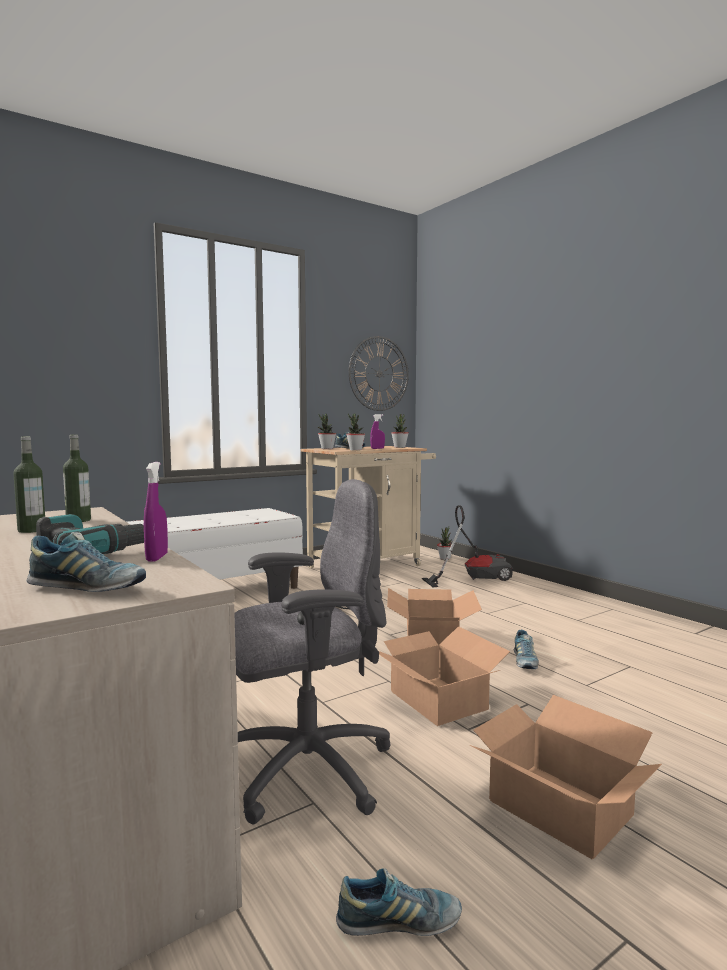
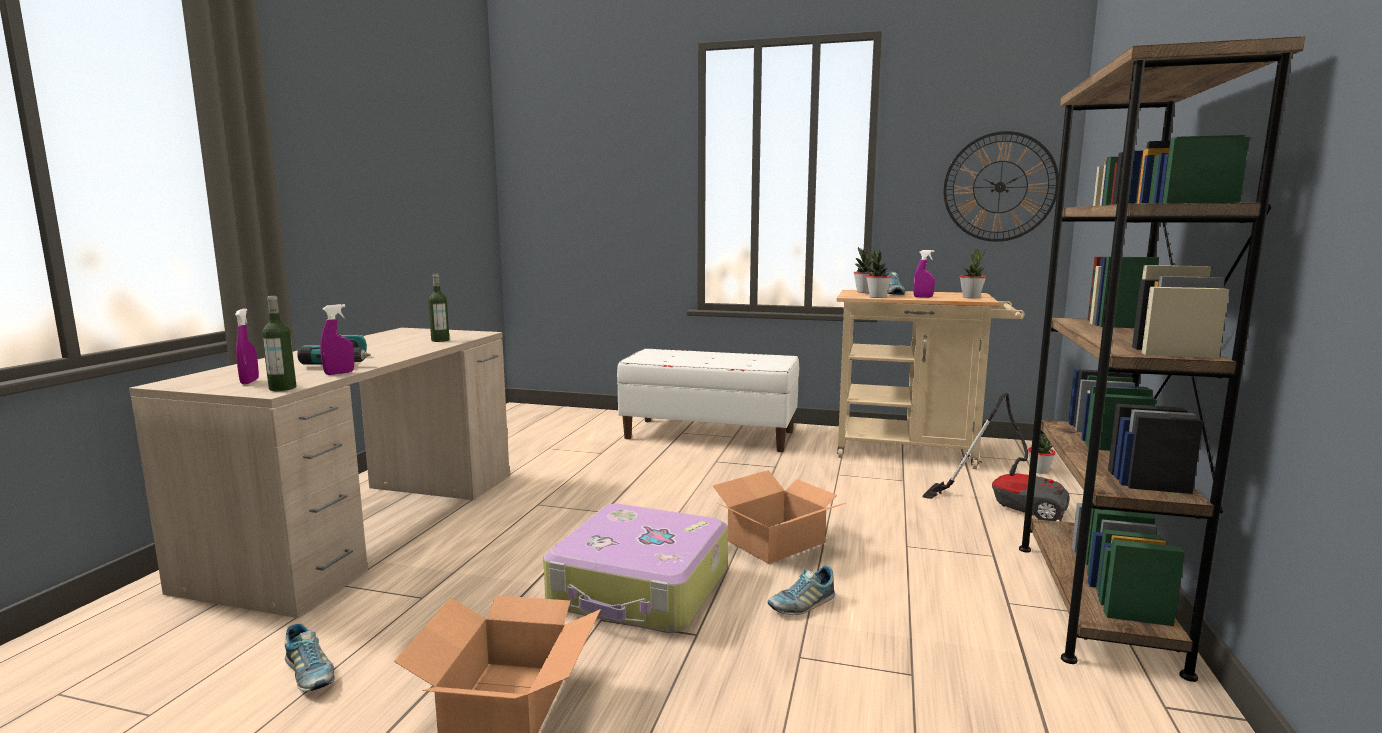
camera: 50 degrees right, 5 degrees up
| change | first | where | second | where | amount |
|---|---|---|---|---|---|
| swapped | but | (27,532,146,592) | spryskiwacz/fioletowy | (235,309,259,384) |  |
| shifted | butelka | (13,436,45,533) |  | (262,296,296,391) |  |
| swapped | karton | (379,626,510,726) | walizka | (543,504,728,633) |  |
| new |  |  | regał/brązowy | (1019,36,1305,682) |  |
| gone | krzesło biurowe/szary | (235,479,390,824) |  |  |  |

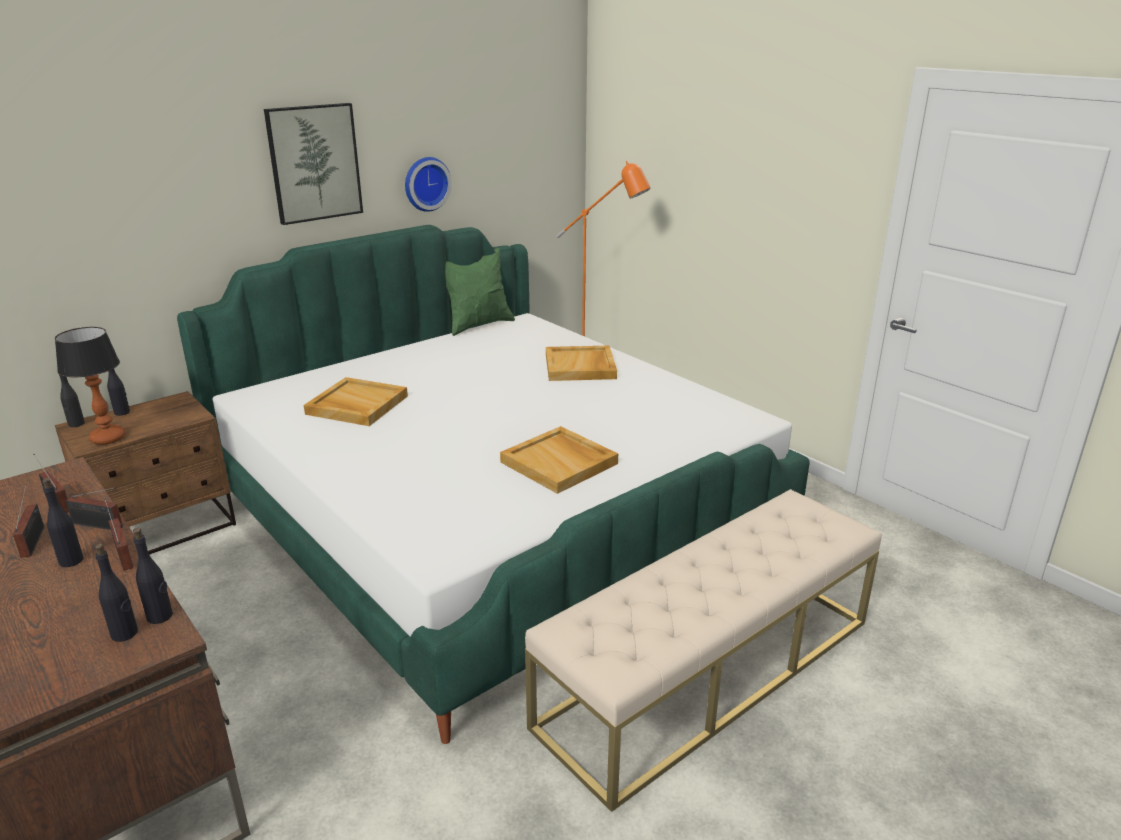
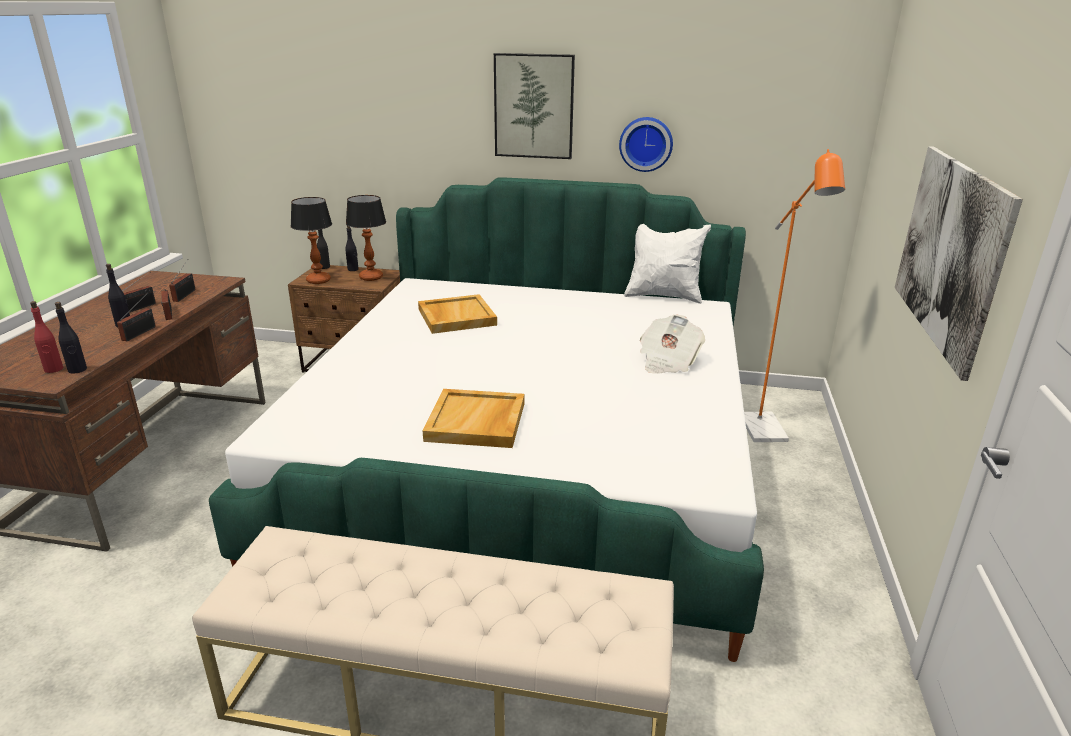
camera: 50 degrees right, 0 degrees up
| change | first | where | second | where | amount |
|---|---|---|---|---|---|
| repainted | butelka/czarny | (95,543,138,642) | butelka/czerwony | (30,301,63,373) |  |
| new |  |  | lampa stołowa | (346,195,386,281) |  |
| repainted | poduszka/zielony | (445,248,515,336) | poduszka/biały | (624,224,711,304) |  |
| swapped | taca/beżowy | (546,346,617,381) | gazeta | (639,315,705,374) |  |
| new |  |  | obraz | (895,146,1023,381) |  |

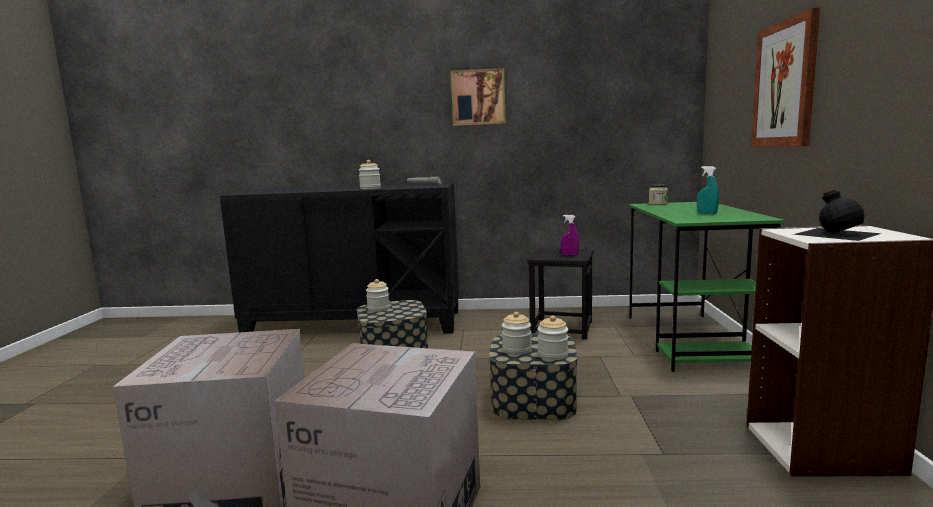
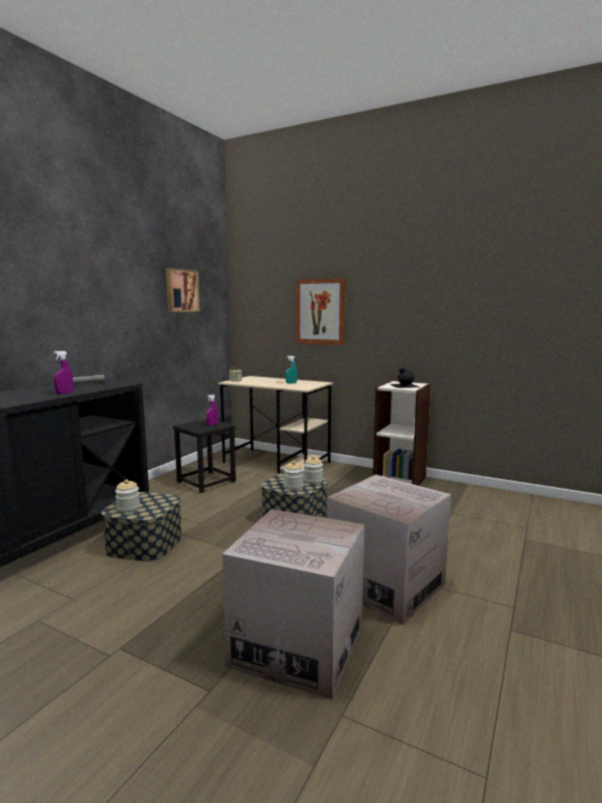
camera: 65 degrees left, 0 degrees up
| change | first | where | second | where | amount |
|---|---|---|---|---|---|
| swapped | słoik | (359,160,381,189) | spryskiwacz/fioletowy | (54,351,74,394) |  |
| shifted | obraz | (451,68,506,126) |  | (166,268,200,312) |  |
| repainted | biurko/zielony | (629,202,785,372) | biurko/beżowy | (218,376,333,474) |  |

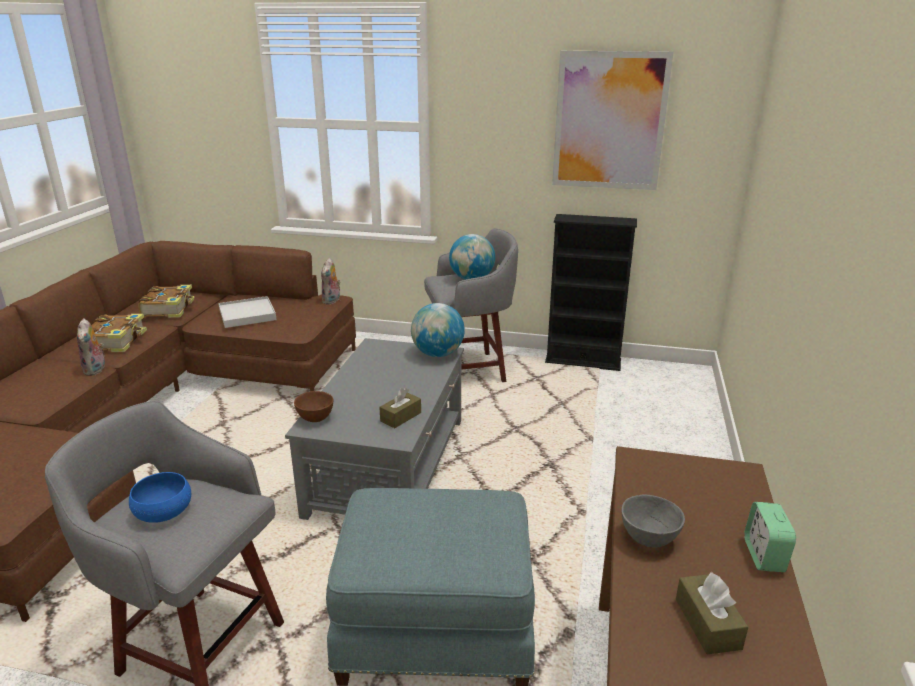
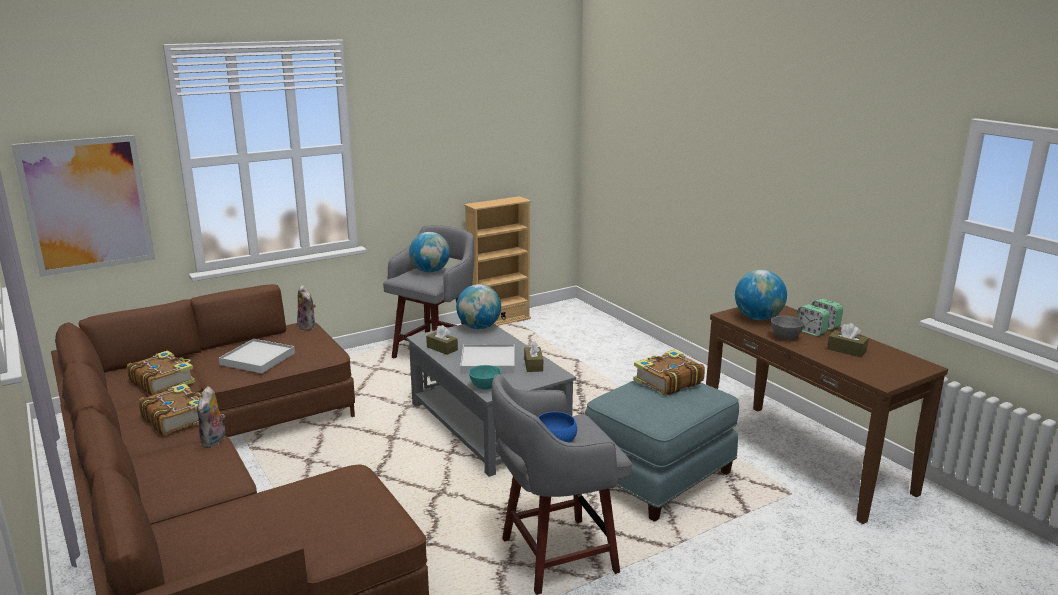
camera: 45 degrees left, 5 degrees down
| change | first | where | second | where | amount |
|---|---|---|---|---|---|
| shifted | obraz | (552,51,674,190) |  | (11,135,155,277) |  |
| rotated | pluszak | (77,318,105,376) |  | (197,386,225,448) | 60 degrees clockwise |
| new |  |  | pudełko chusteczek/brązowy | (426,325,458,355) |  |
| new |  |  | taca/biały | (460,344,515,374) |  |
| repainted | regał/czarny | (545,214,637,371) | regał/beżowy | (464,196,531,326) |  |
| repainted | miska/brązowy | (294,391,333,422) | miska/turkusowy | (469,365,501,389) |  |
| new |  |  | książka | (633,350,705,395) |  |
| new |  |  | globus | (735,270,787,320) |  |
| new |  |  | budzik | (797,304,830,336) |  |

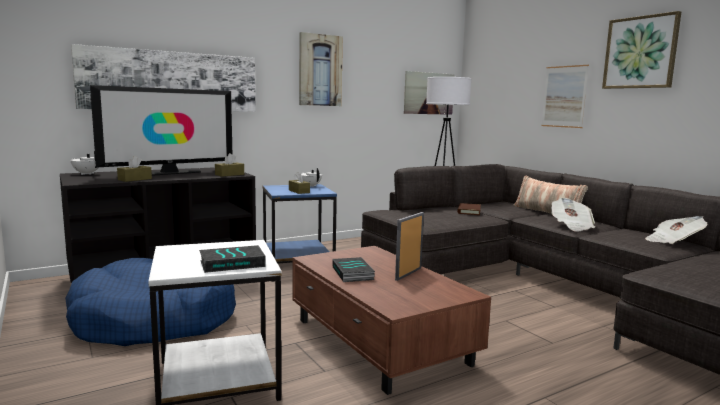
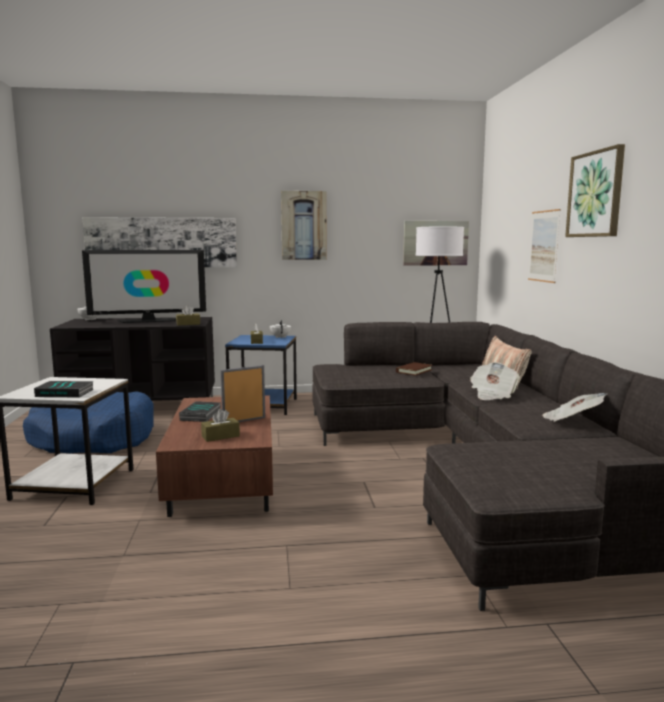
camera: 25 degrees right, 0 degrees up
| change | first | where | second | where | amount |
|---|---|---|---|---|---|
| shifted | pudełko chusteczek/brązowy | (117,156,152,182) |  | (201,409,240,442) |  |

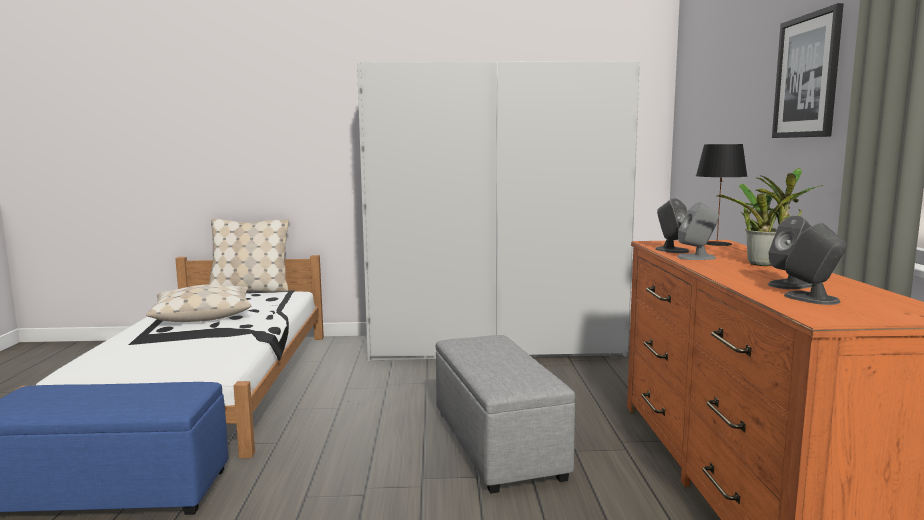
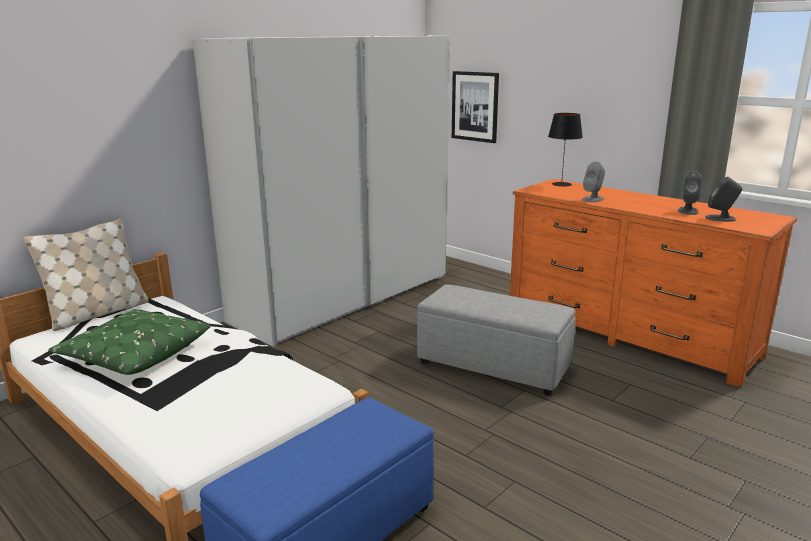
camera: 45 degrees left, 10 degrees up
| change | first | where | second | where | amount |
|---|---|---|---|---|---|
| repainted | poduszka/beżowy | (146,285,251,322) | poduszka/zielony | (49,309,210,375) |  |
| shifted | obraz | (772,3,843,138) |  | (452,71,499,143) |  |
| gone | głośnik/szary | (655,198,689,253) |  |  |  |
| gone | roślina doniczkowa | (716,168,823,266) |  |  |  |

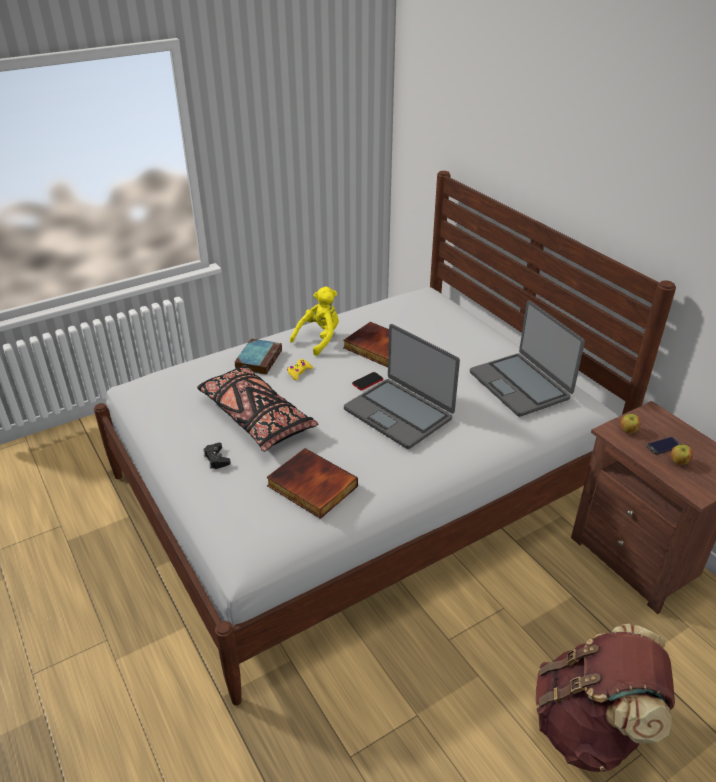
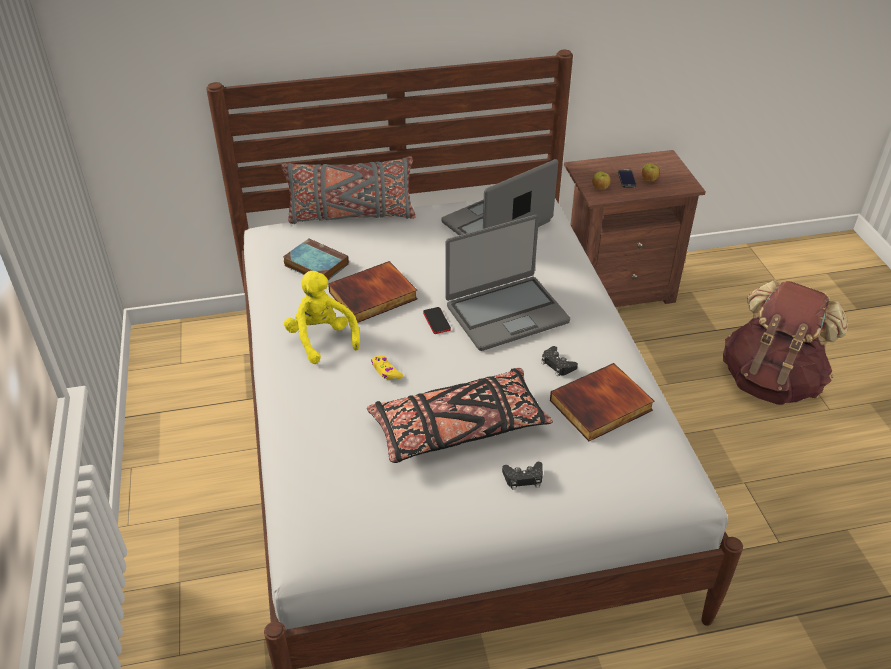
camera: 70 degrees left, 5 degrees up
| change | first | where | second | where | amount |
|---|---|---|---|---|---|
| new |  |  | poduszka/szary | (281,156,415,224) |  |
| shifted | książka | (235,339,282,375) |  | (283,238,349,280) |  |
| rotated | laptop | (470,300,585,417) |  | (441,159,558,235) | 150 degrees clockwise |
| new |  |  | pad do gier/czarny | (541,346,578,376) |  |

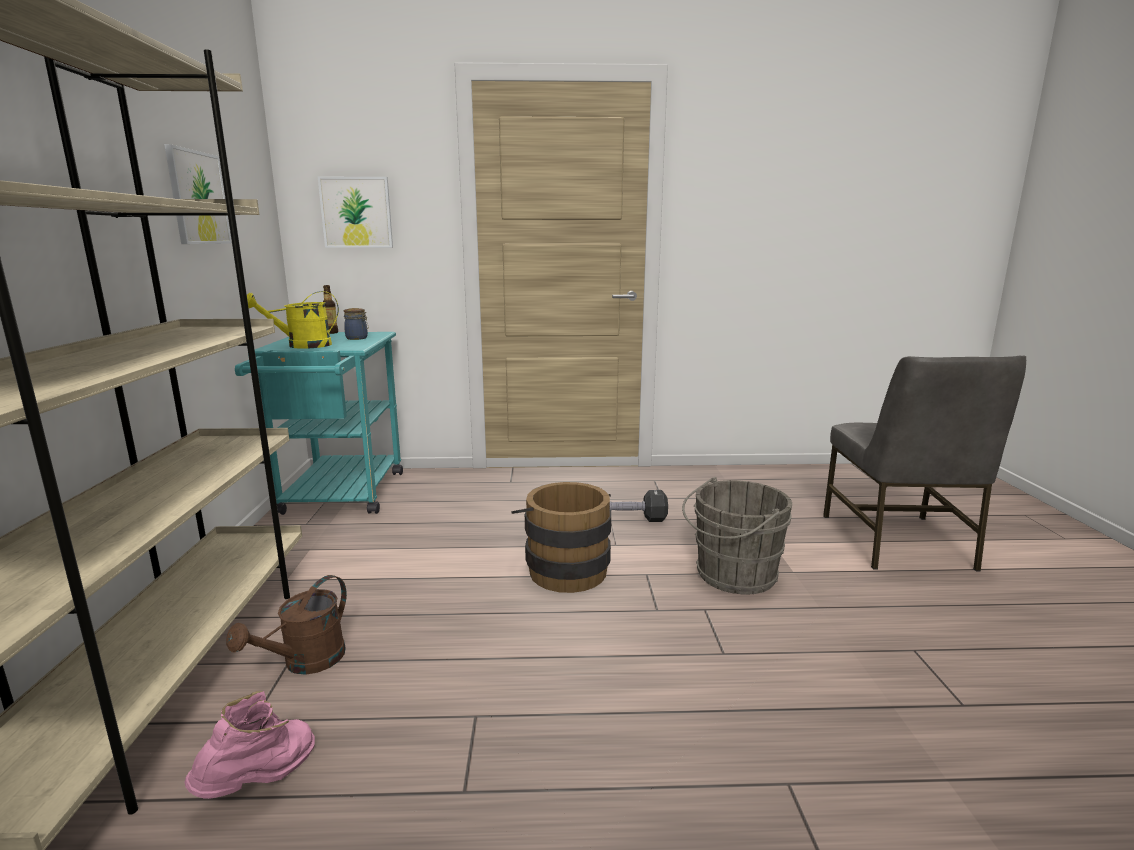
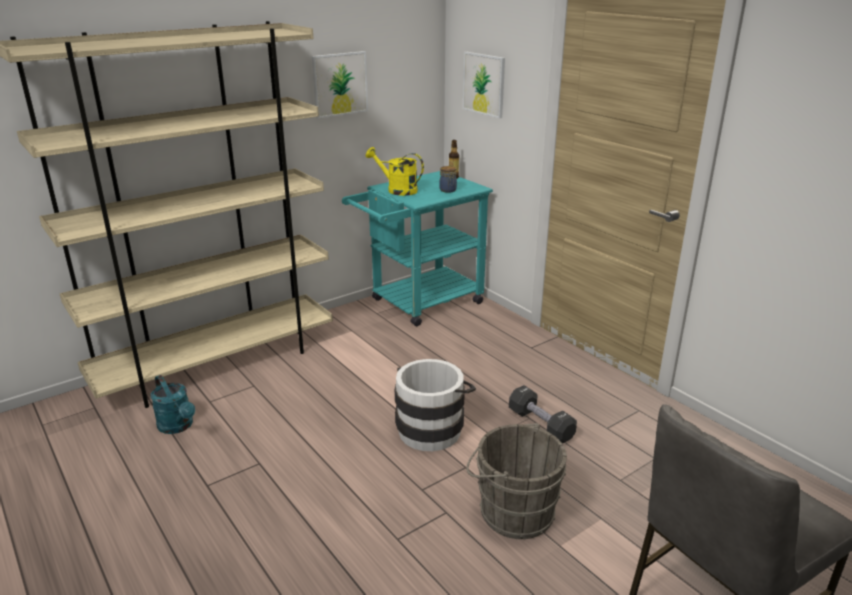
camera: 55 degrees right, 10 degrees up
| change | first | where | second | where | amount |
|---|---|---|---|---|---|
| swapped | but z cholewką/różowy | (185,691,315,799) | konewka/turkusowy | (151,375,195,434) |  |
| repainted | wiadro/brązowy | (511,482,611,593) | wiadro/biały | (395,359,476,451) |  |
| gone | konewka/brązowy | (226,575,347,675) |  |  |  |

